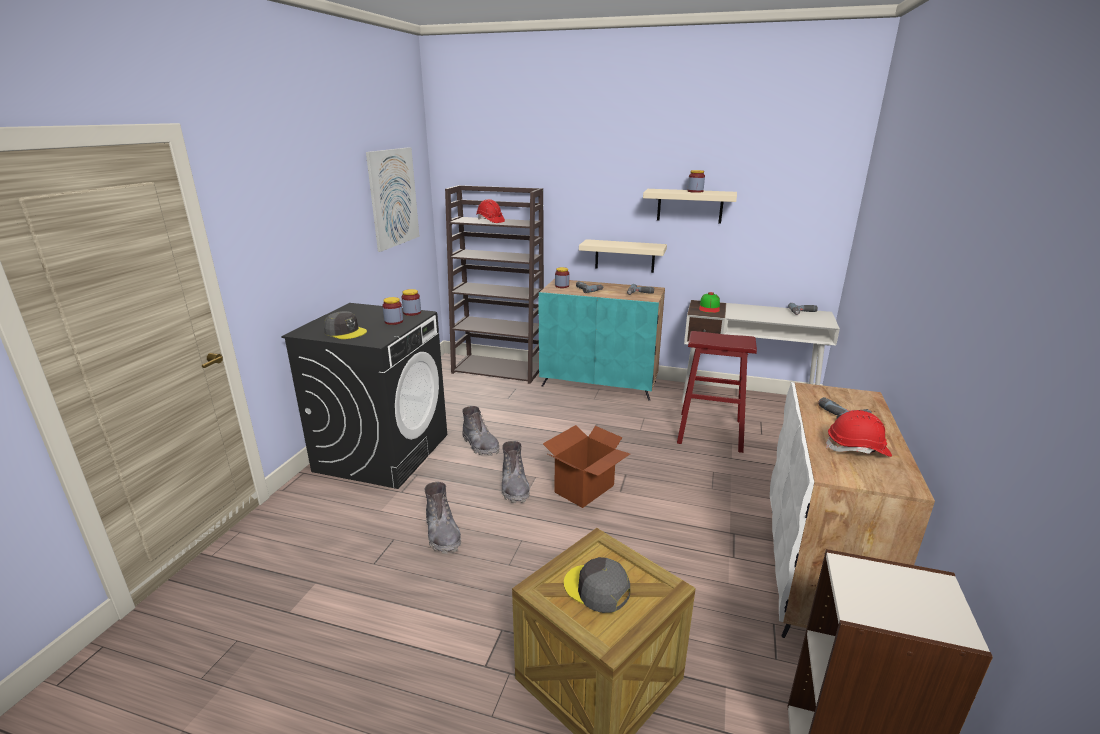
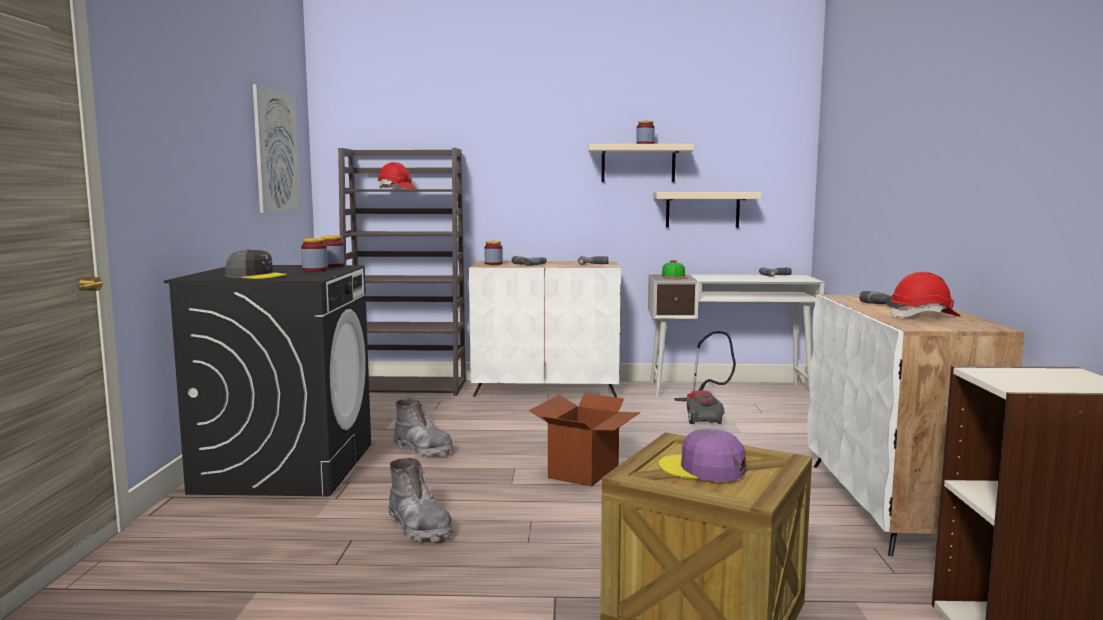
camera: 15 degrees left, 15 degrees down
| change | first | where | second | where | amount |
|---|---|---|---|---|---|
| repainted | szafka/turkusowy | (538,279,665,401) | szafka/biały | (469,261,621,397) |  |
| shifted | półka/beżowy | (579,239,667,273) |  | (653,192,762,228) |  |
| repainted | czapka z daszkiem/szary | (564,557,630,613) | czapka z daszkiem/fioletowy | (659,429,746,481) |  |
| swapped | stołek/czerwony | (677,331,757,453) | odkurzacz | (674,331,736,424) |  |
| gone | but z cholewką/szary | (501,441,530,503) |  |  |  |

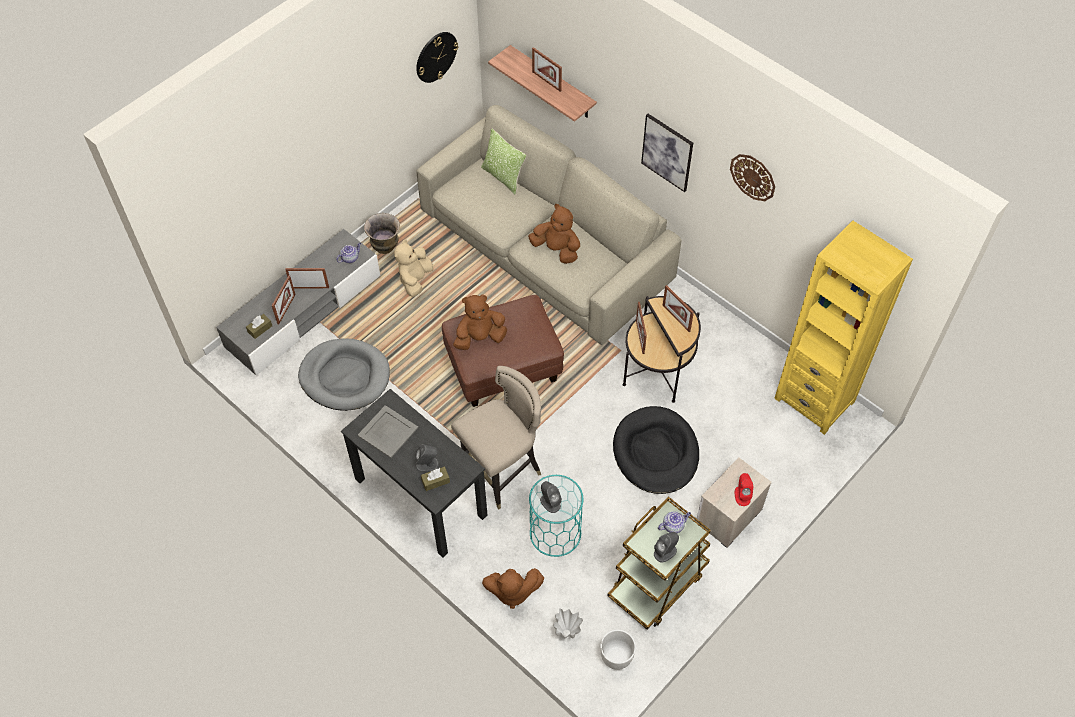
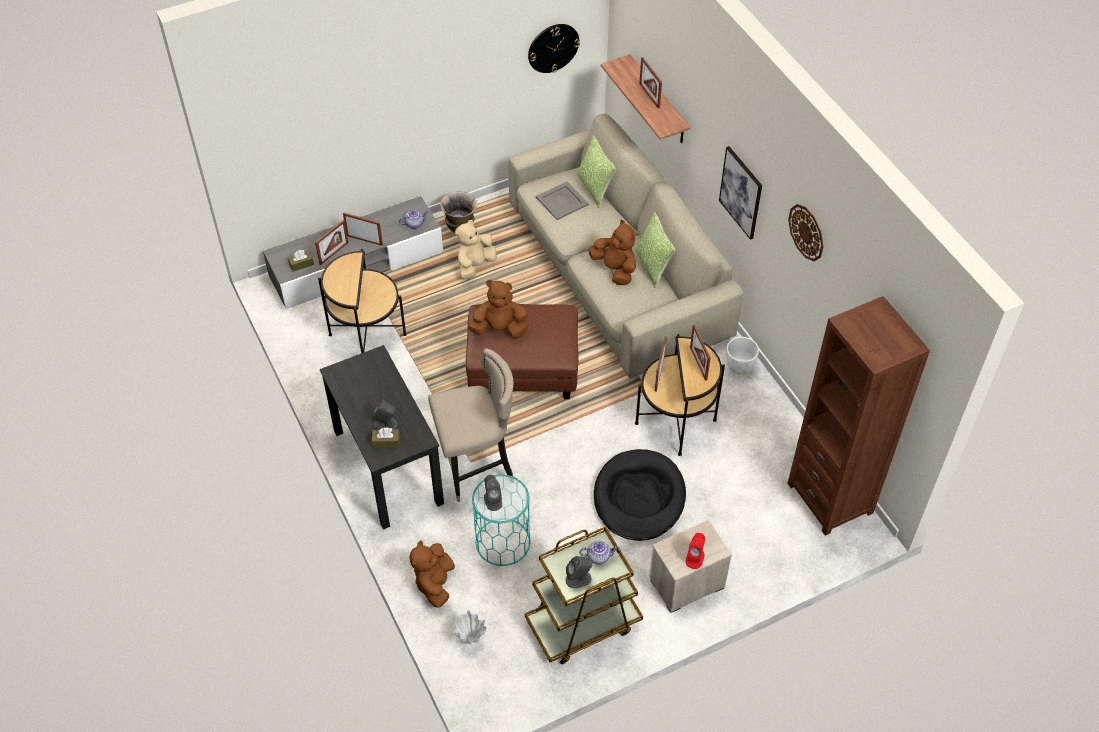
camera: 20 degrees right, 5 degrees down
| change | first | where | second | where | amount |
|---|---|---|---|---|---|
| swapped | legowisko/szary | (298,338,390,411) | stolik | (318,249,407,353) |  |
| rotated | pluszak/brązowy | (482,568,544,609) |  | (409,540,455,607) | 75 degrees clockwise |
| shifted | taca/szary | (358,405,418,458) |  | (536,181,589,220) |  |
| new |  |  | poduszka | (635,212,675,288) |  |
| shifted | donica/biały | (600,630,636,670) |  | (726,337,759,374) |  |
| repainted | regał/żółty | (774,221,913,435) | regał/brązowy | (787,296,930,536) |  |

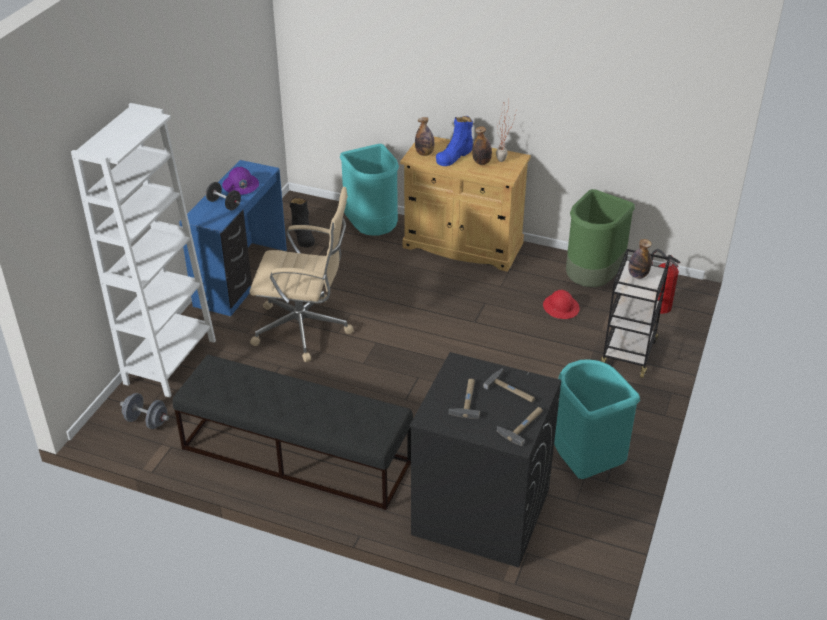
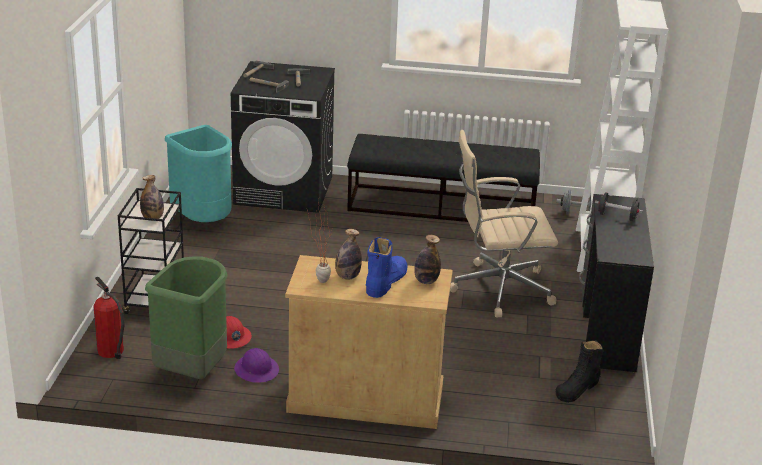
camera: 165 degrees right, 10 degrees down
| change | first | where | second | where | amount |
|---|---|---|---|---|---|
| shifted | kask/fioletowy | (222,167,259,195) |  | (234,348,279,383) |  |
| rotated | but z cholewką/czarny | (290,197,315,248) |  | (556,340,603,402) | 105 degrees counterclockwise |
| repainted | biurko/niebieski | (179,160,287,316) | biurko/czarny | (579,194,654,372) |  |
| gone | kosz na śmieci/turkusowy | (340,144,399,235) |  |  |  |

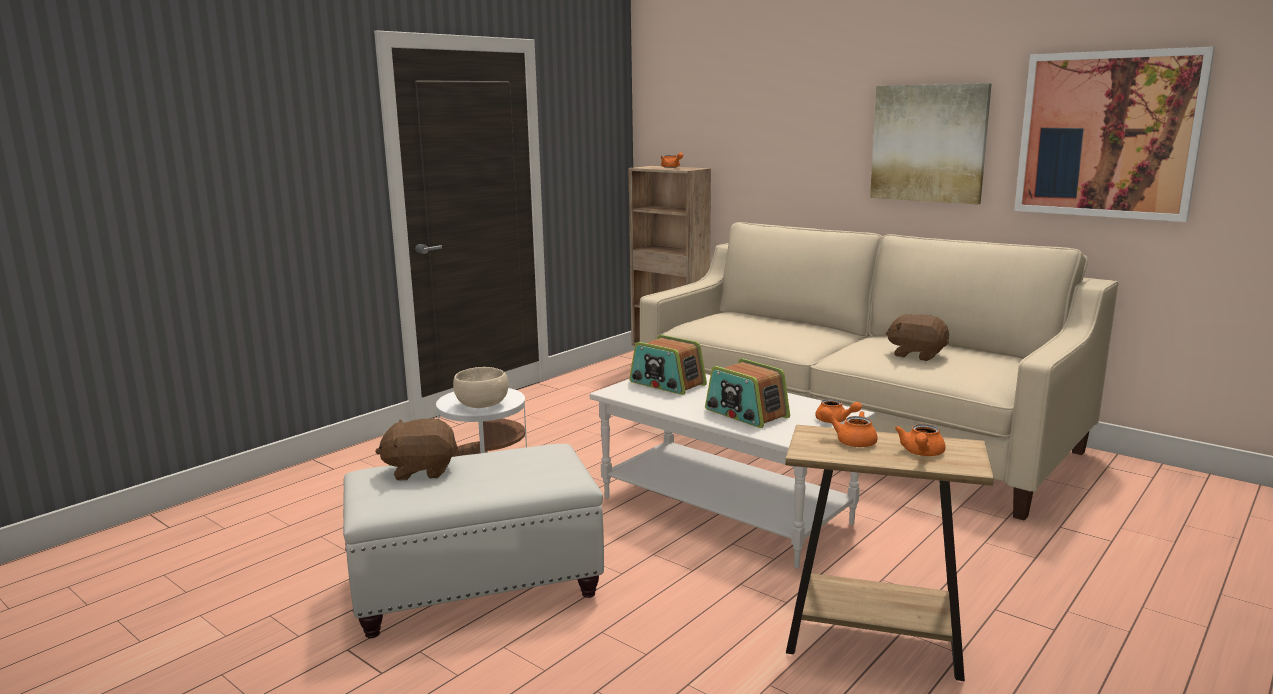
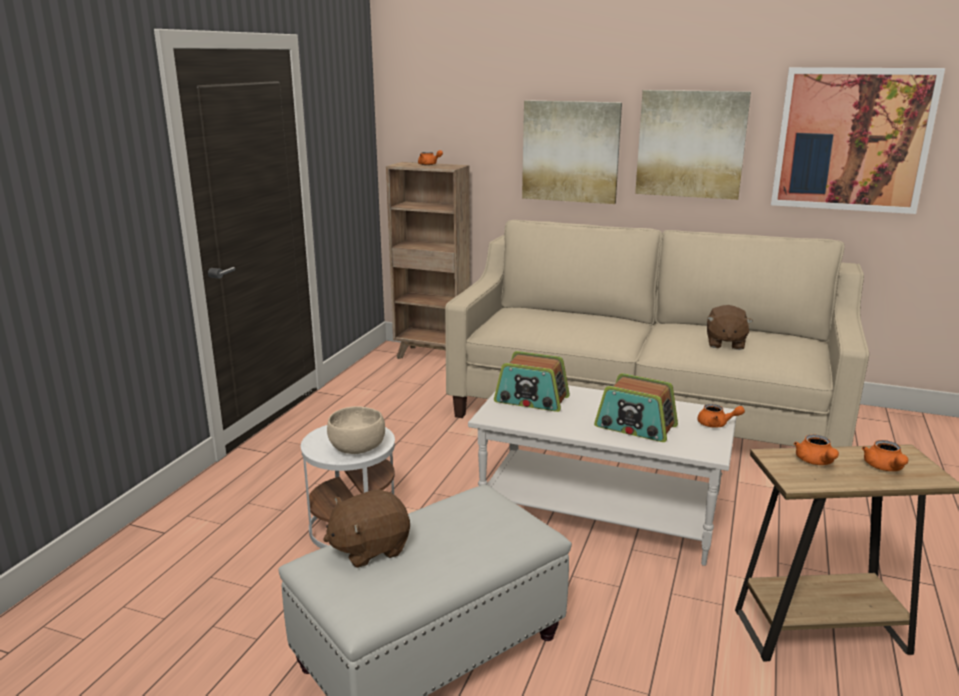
camera: 20 degrees left, 5 degrees up
| change | first | where | second | where | amount |
|---|---|---|---|---|---|
| new |  |  | obraz | (522,100,622,204) |  |
| rotated | pluszak/brązowy | (886,314,949,361) |  | (707,305,753,350) | 90 degrees counterclockwise |
| rotated | imbryk/pomarańczowy | (820,407,878,447) |  | (794,434,839,465) | 105 degrees counterclockwise |

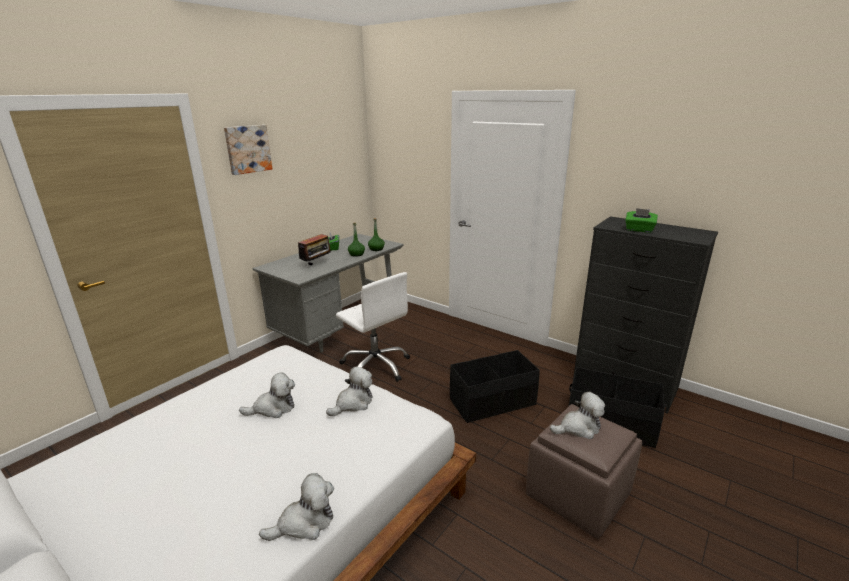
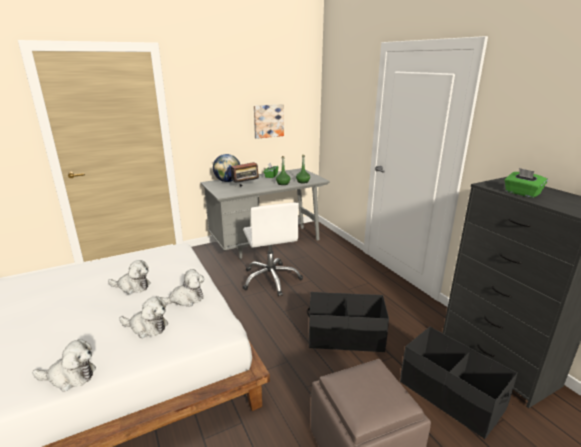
camera: 25 degrees right, 0 degrees up
| change | first | where | second | where | amount |
|---|---|---|---|---|---|
| shifted | pluszak | (550,392,605,439) |  | (119,296,168,338) |  |
| new |  |  | globus | (213,154,240,182) |  |
| shifted | obraz | (224,125,272,175) |  | (254,104,284,139) |  |

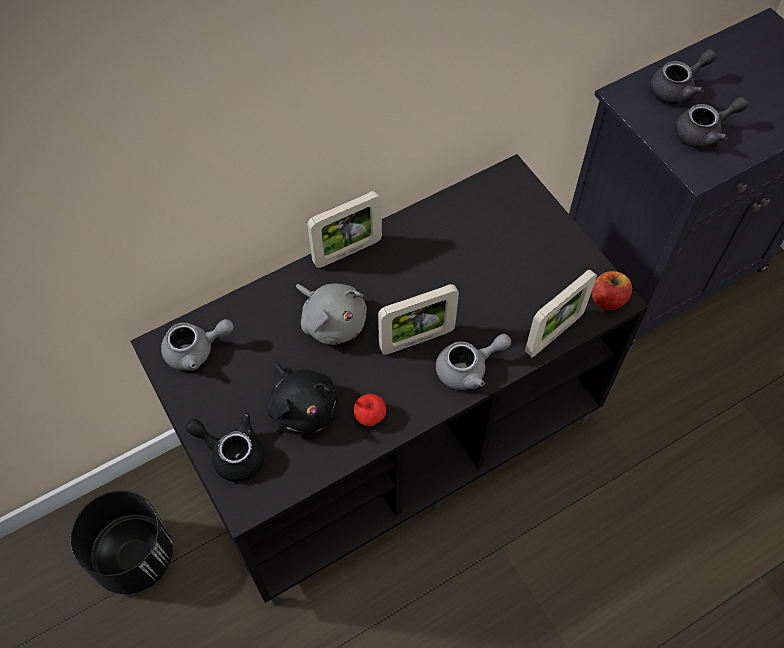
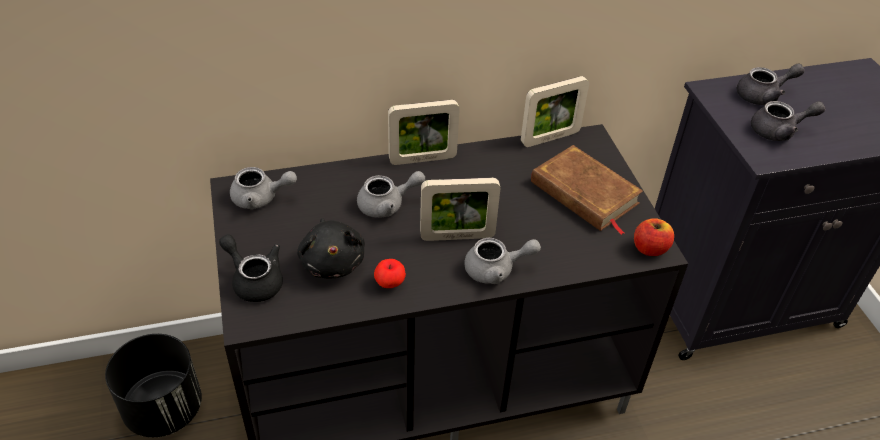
camera: 15 degrees right, 15 degrees down
| change | first | where | second | where | amount |
|---|---|---|---|---|---|
| swapped | pluszak/szary | (296,283,367,345) | imbryk/szary | (357,171,425,218) |  |
| shifted | ramka na zdjęcie | (525,269,597,357) |  | (521,76,589,147) |  |
| new |  |  | książka/brązowy | (531,145,643,235) |  |

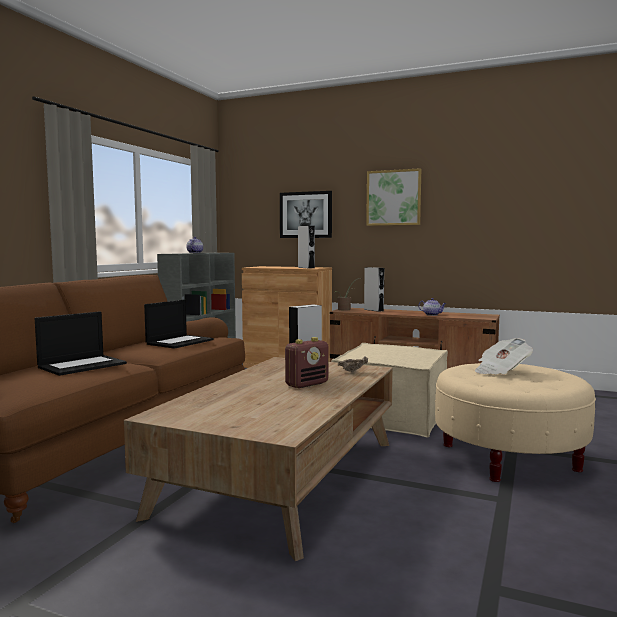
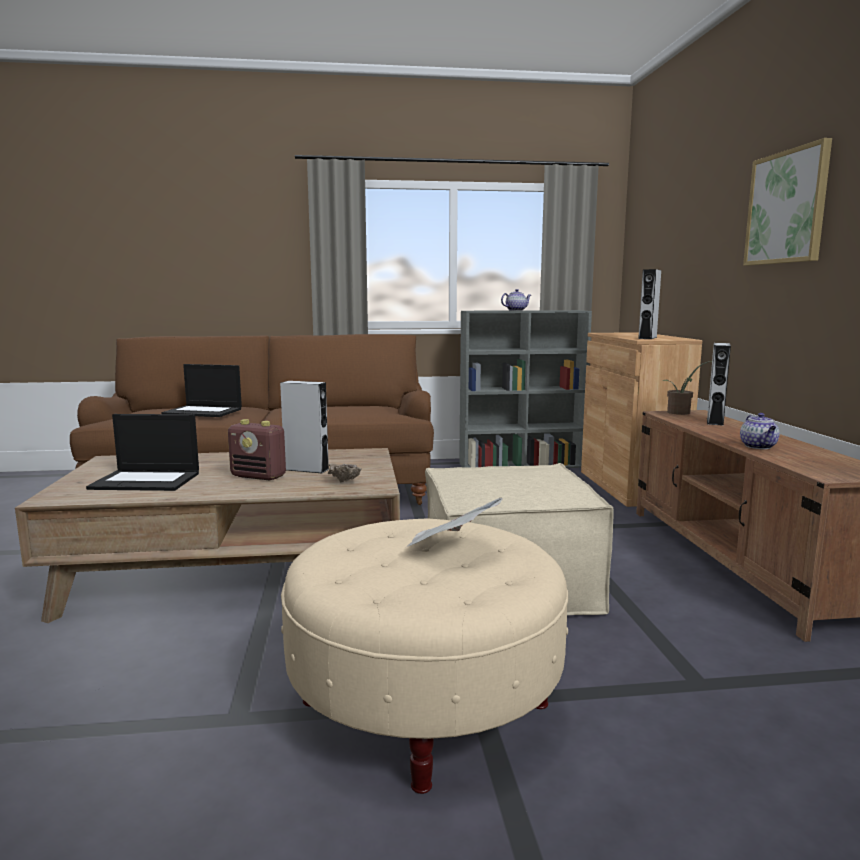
camera: 60 degrees right, 5 degrees up
| change | first | where | second | where | amount |
|---|---|---|---|---|---|
| shifted | laptop | (144,300,214,349) |  | (86,414,199,491) |  |
| gone | obraz | (280,191,332,238) |  |  |  |

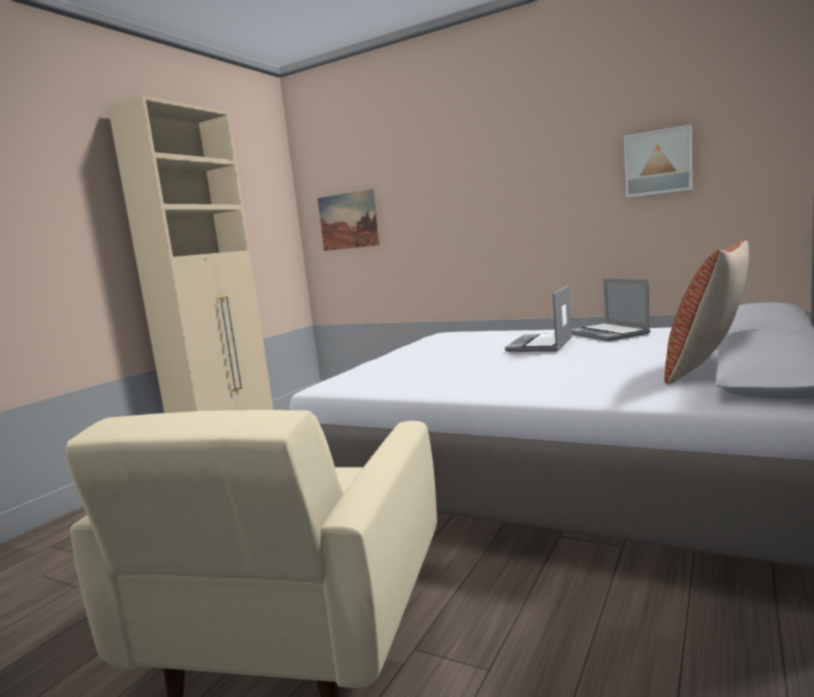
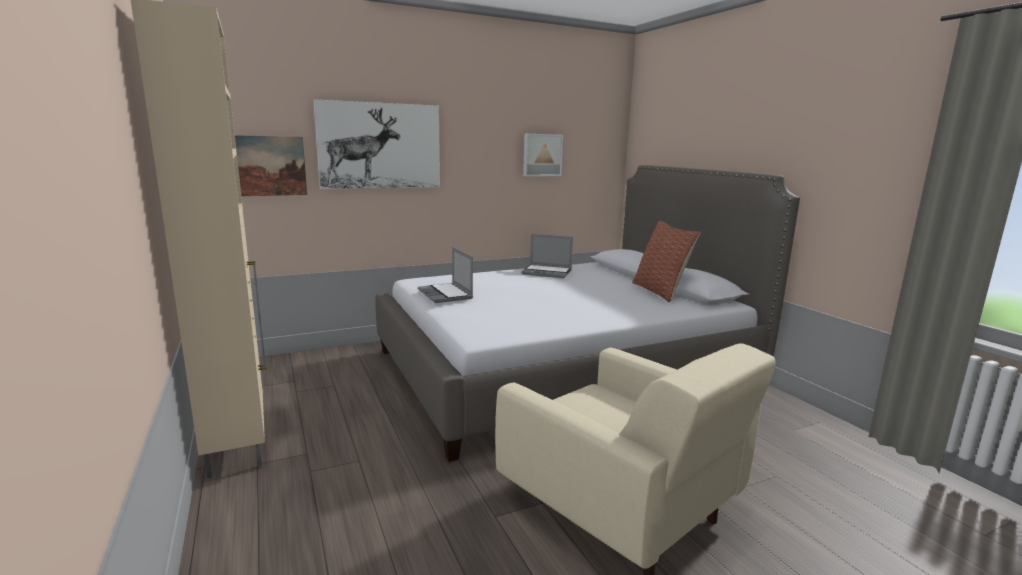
camera: 55 degrees left, 5 degrees up
| change | first | where | second | where | amount |
|---|---|---|---|---|---|
| new |  |  | obraz | (314,99,440,189) |  |
| shifted | laptop | (505,285,572,352) |  | (418,247,473,303) |  |

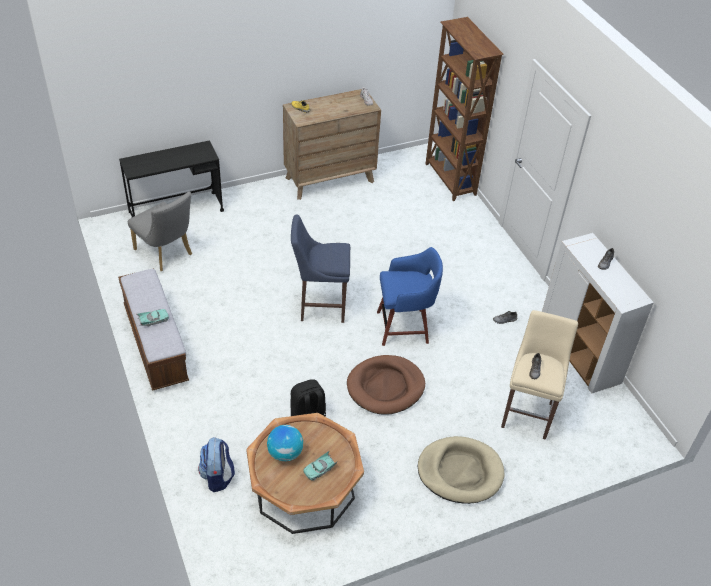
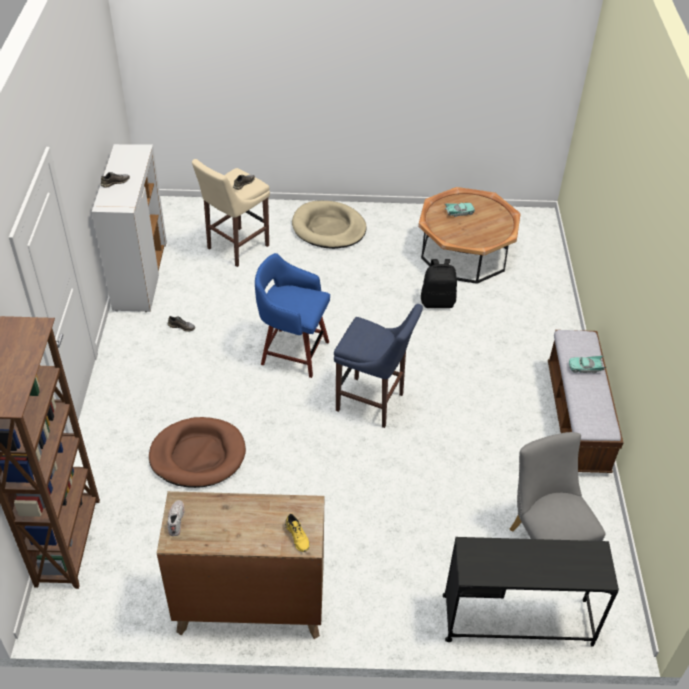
camera: 155 degrees left, 0 degrees up
| change | first | where | second | where | amount |
|---|---|---|---|---|---|
| shifted | legowisko/brązowy | (347,355,425,415) |  | (149,417,246,488) |  |
| gone | plecak | (198,437,235,492) |  |  |  |
| gone | globus | (267,425,303,461) |  |  |  |

